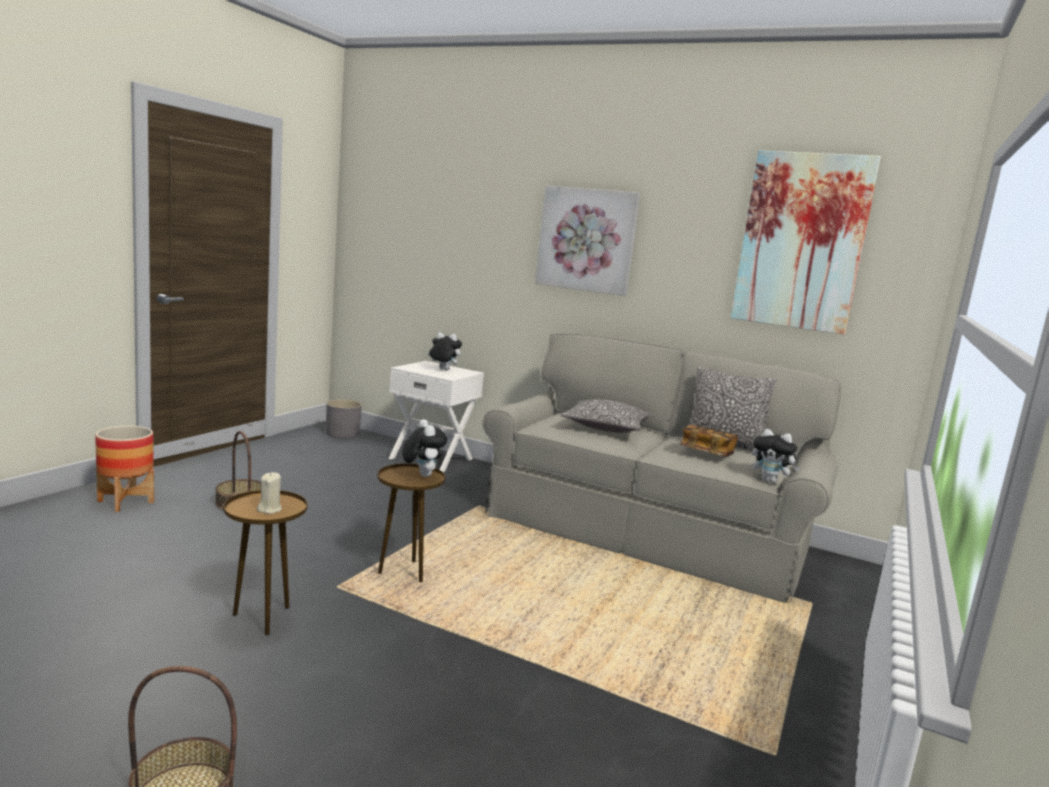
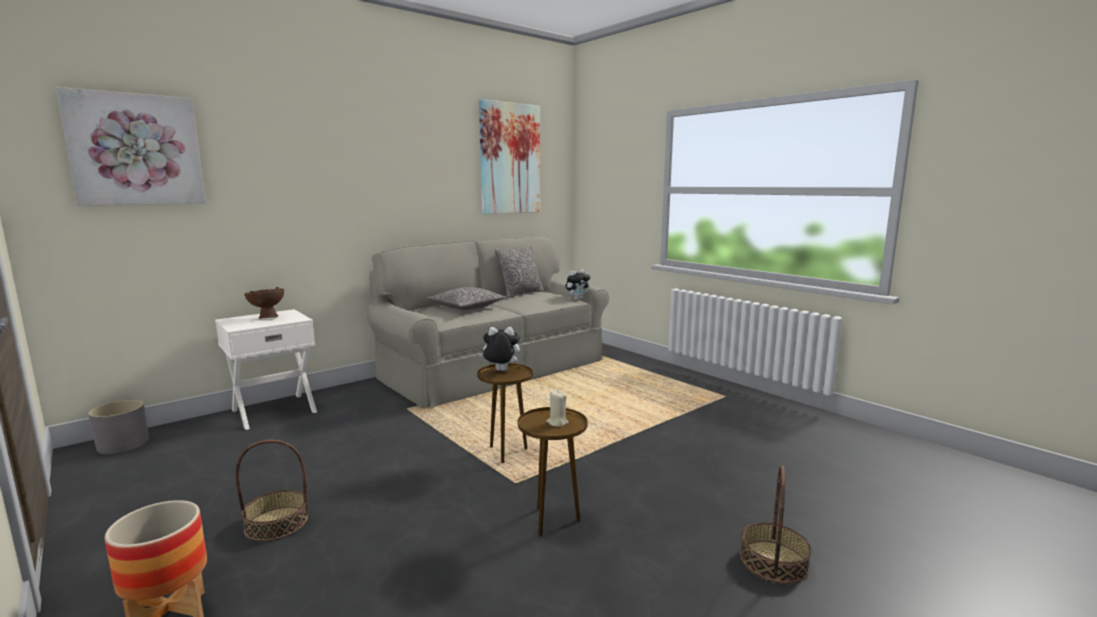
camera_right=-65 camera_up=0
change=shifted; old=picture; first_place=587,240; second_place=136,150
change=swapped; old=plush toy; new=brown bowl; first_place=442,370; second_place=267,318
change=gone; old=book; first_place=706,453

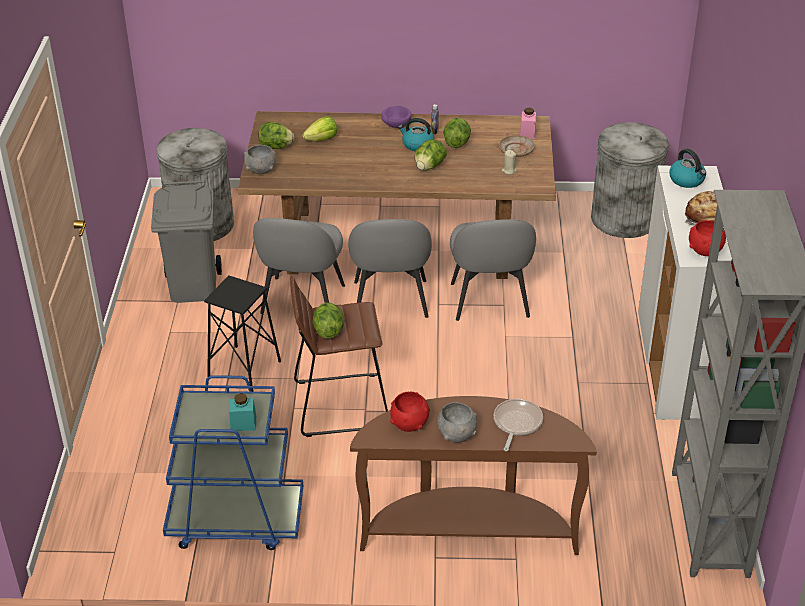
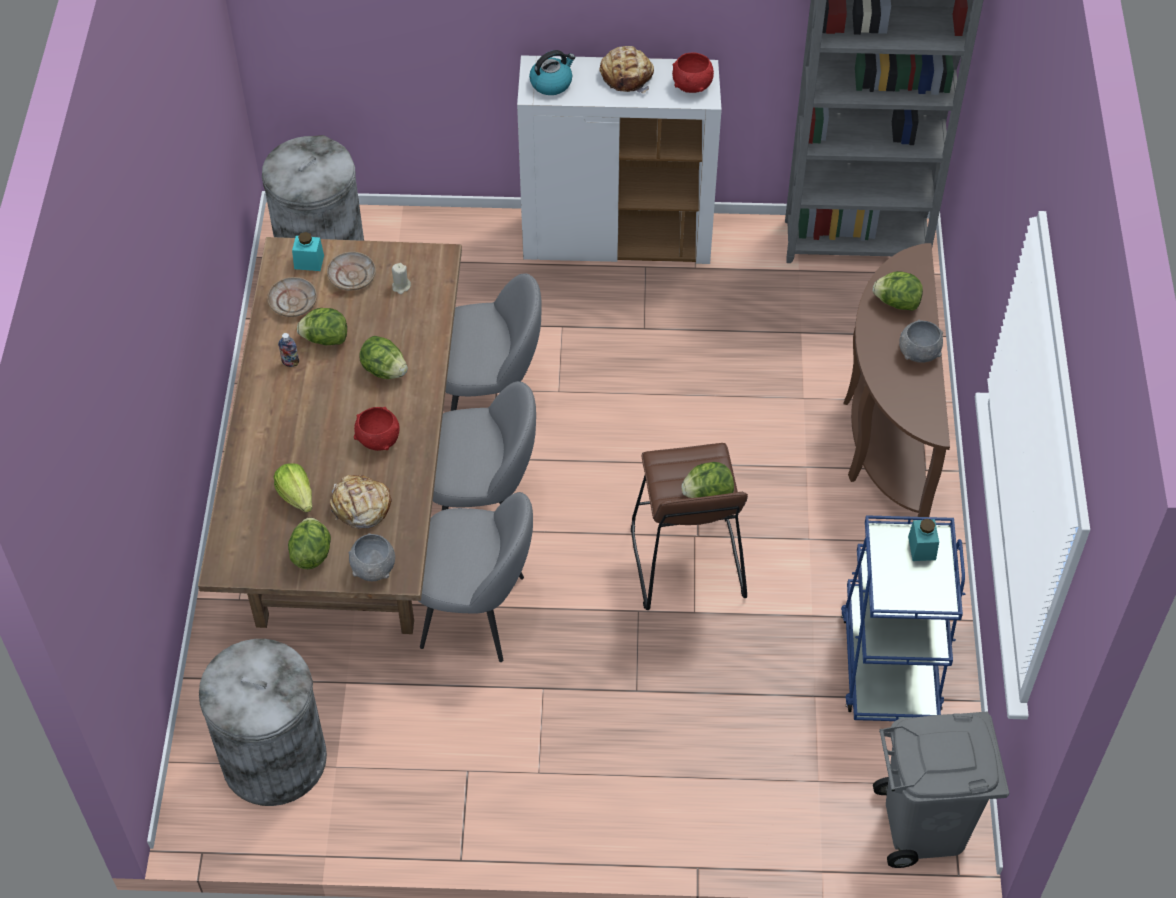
camera_right=-90 camera_up=15
change=new; new=beige plate; second_place=293,302
change=repainted; old=pink jar; new=turquoise jar; first_place=527,133; second_place=309,262
change=new; new=bread; second_place=360,507
change=shifted; old=red bowl; first_place=410,423; second_place=378,439
change=swapped; old=frying pan; new=lettuce; first_place=516,423; second_place=896,303
change=shifted; old=grey trash can; first_place=192,286; second_place=924,827
change=gone; old=black stool; first_place=244,369
change=gone; old=purple bowl; first_place=396,124
change=gone; old=kettle; first_place=417,145

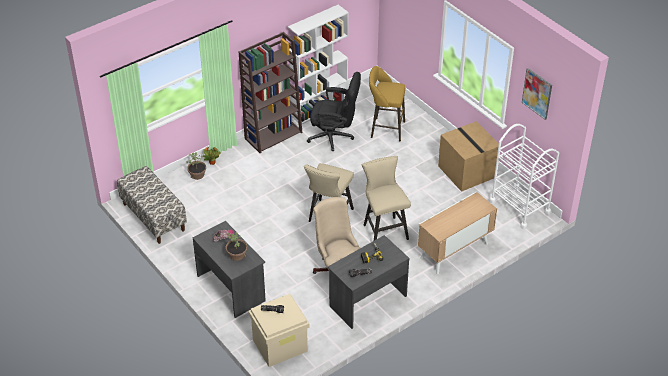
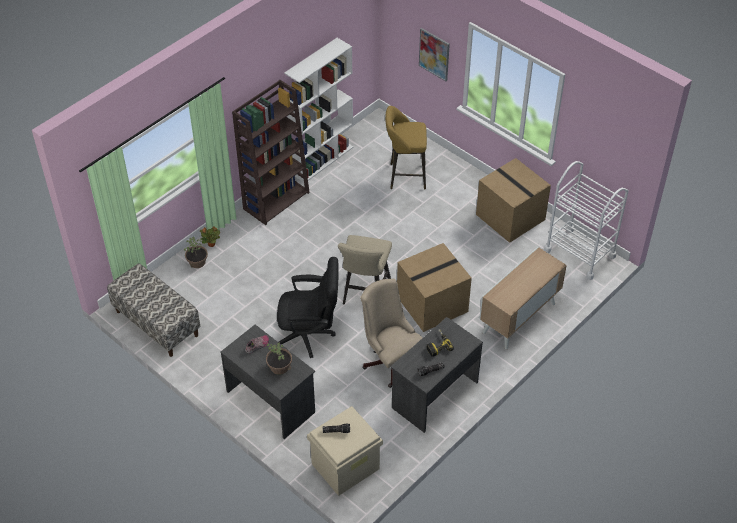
camera_right=-10 camera_up=5
change=shifted; old=black office chair; first_place=334,137; second_place=310,335
change=swapped; old=beige stool; new=cardboard box; first_place=384,230; second_place=432,303
change=shifted; old=picture; first_place=537,93; second_place=434,54

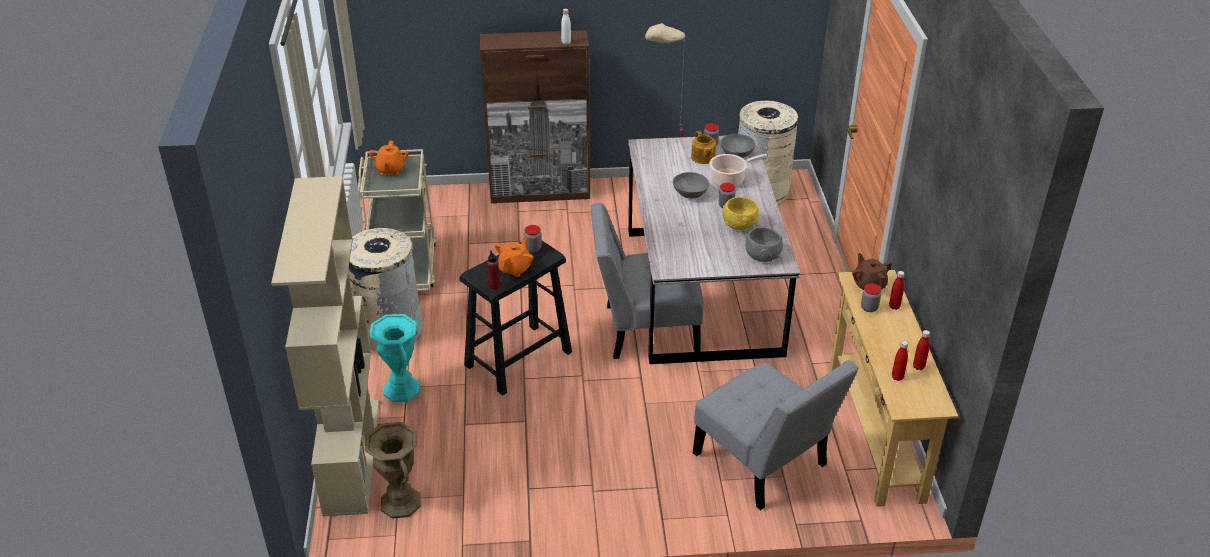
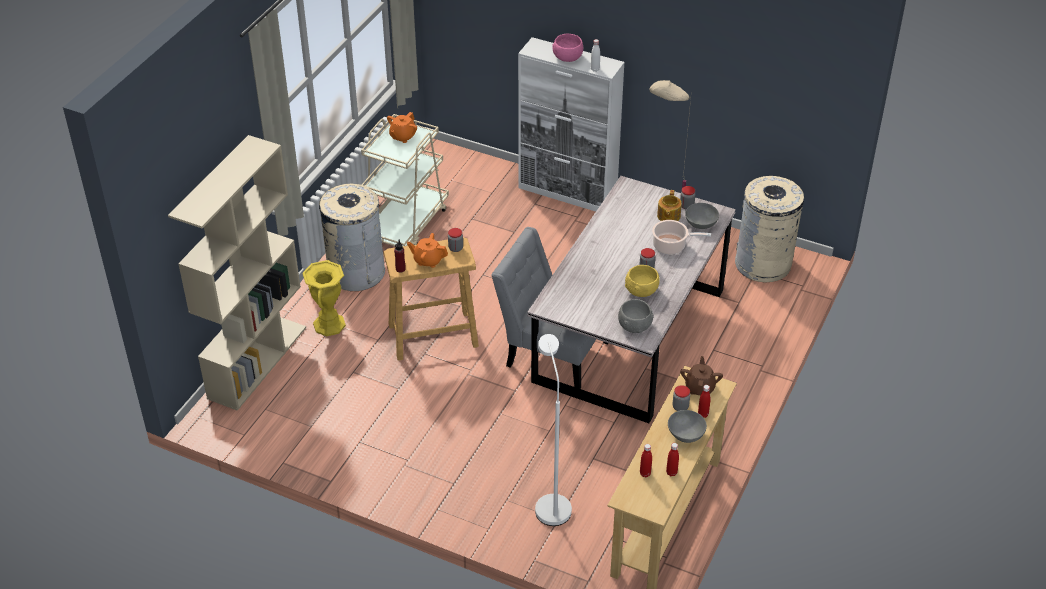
camera_right=30 camera_up=5
change=repainted; old=turquoise vase; new=yellow vase; first_place=402,389; second_place=329,324
change=repainted; old=black stool; new=beige stool; first_place=517,359; second_place=432,335
change=rotated; old=orange teapot; first_place=515,269; second_place=428,260; degrees=-135
change=repainted; old=brown cabinet; new=white cabinet; first_place=540,192; second_place=568,192
change=swapped; old=grey chair; new=white floor lamp; first_place=764,464; second_place=551,503
change=new; new=pink bowl; second_place=567,57
change=shifted; old=grey bowl; first_place=690,194; second_place=686,435
change=gone; old=brown vase; first_place=400,502

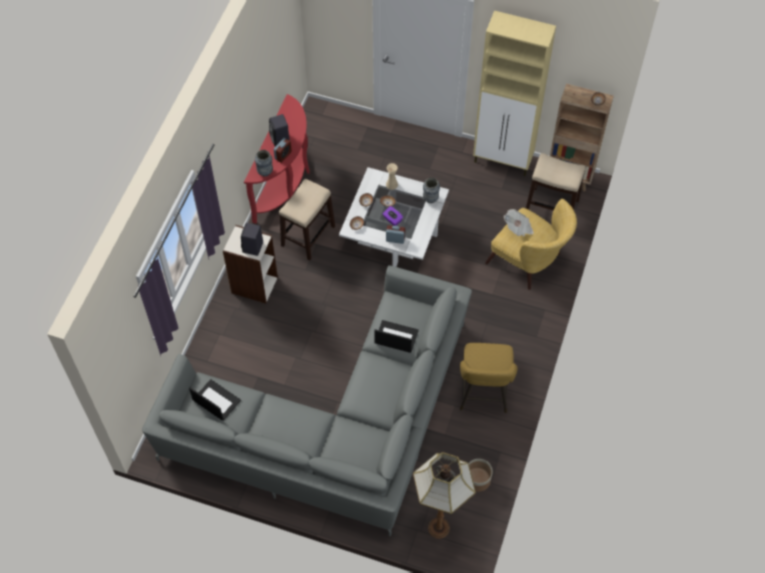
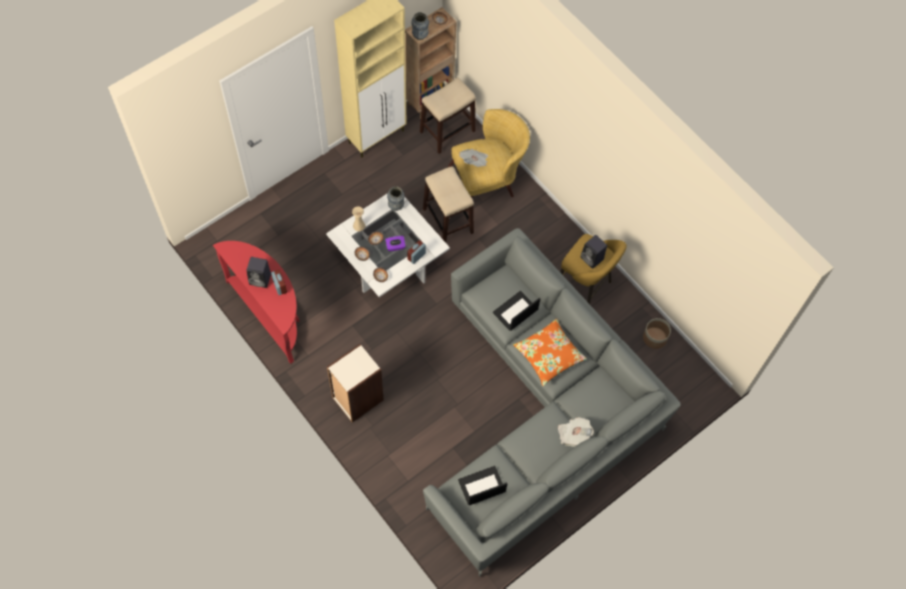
camera_right=-60 camera_up=5
change=shifted; old=vase; first_place=265,172; second_place=420,36
change=shifted; old=stool; first_place=308,235; second_place=447,220
change=new; new=orange pillow; second_place=549,355
change=new; new=newspaper; second_place=573,434
change=shifted; old=black speaker; first_place=253,248; second_place=592,259
change=gone; old=floor lamp; first_place=438,529

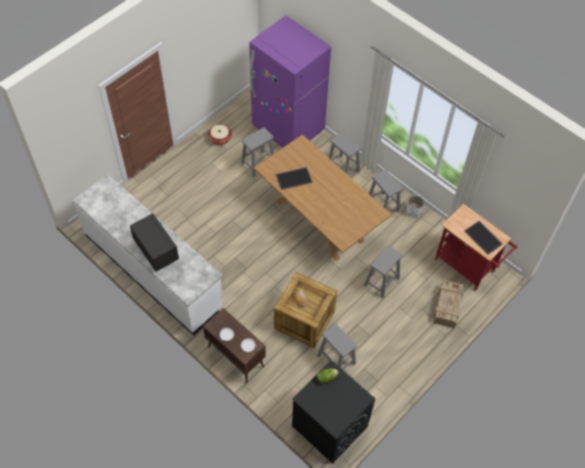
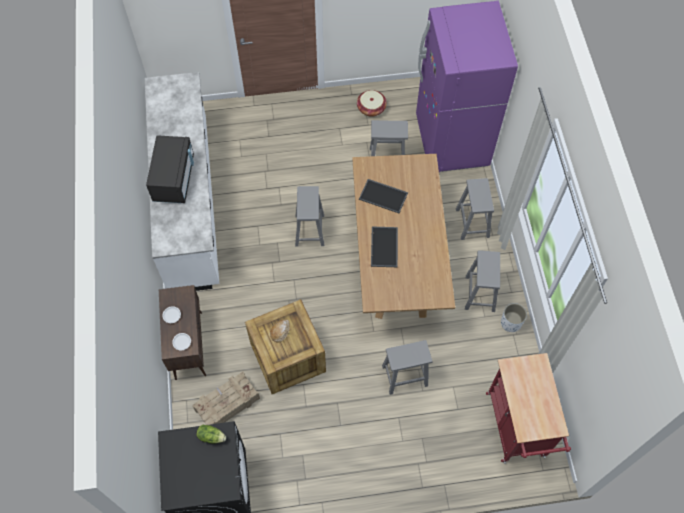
camera_right=40 camera_up=5
change=shifted; old=crate; first_place=447,307; second_place=226,404
change=shifted; old=grey stool; first_place=335,359; second_place=309,229
change=shifted; old=tray; first_place=483,237; second_place=385,247

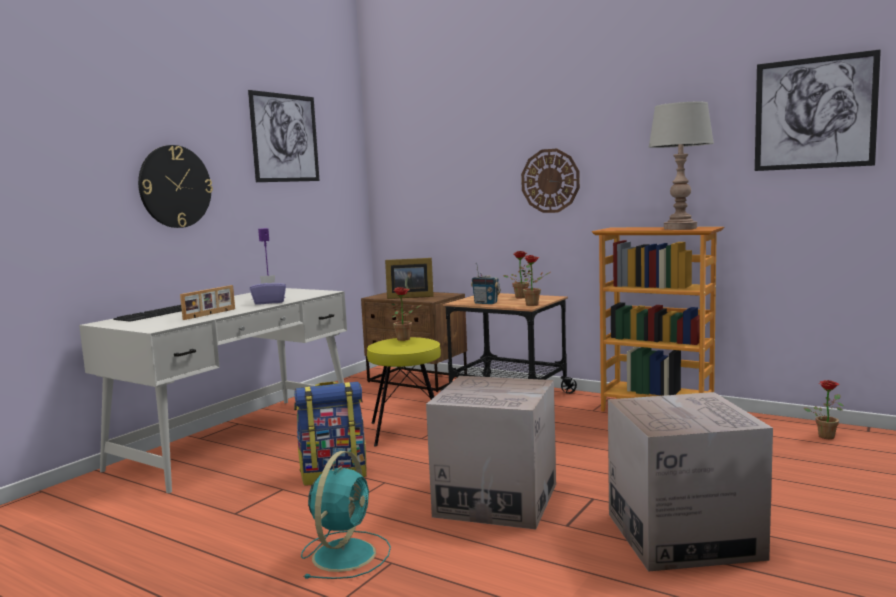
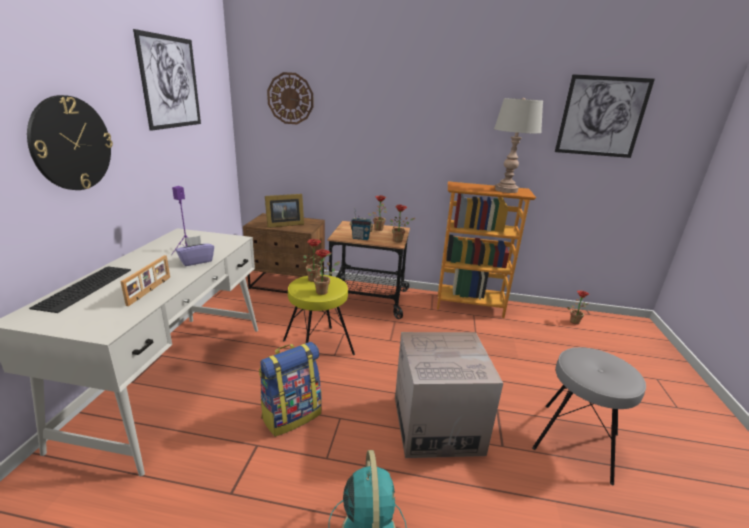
camera_right=-25 camera_up=15
change=shifted; old=wall clock; first_place=550,181; second_place=290,98
change=new; new=potted plant; second_place=323,291
change=swapped; old=cardboard box; new=grey stool; first_place=683,536; second_place=576,441

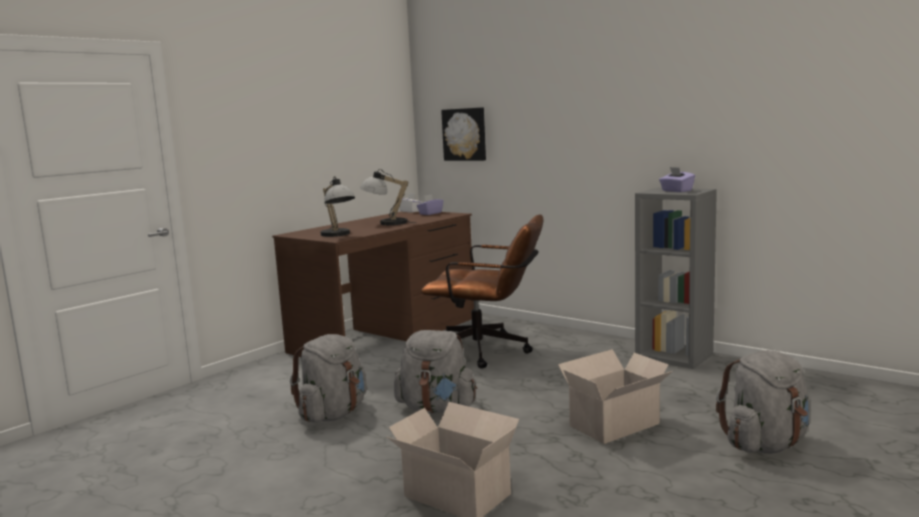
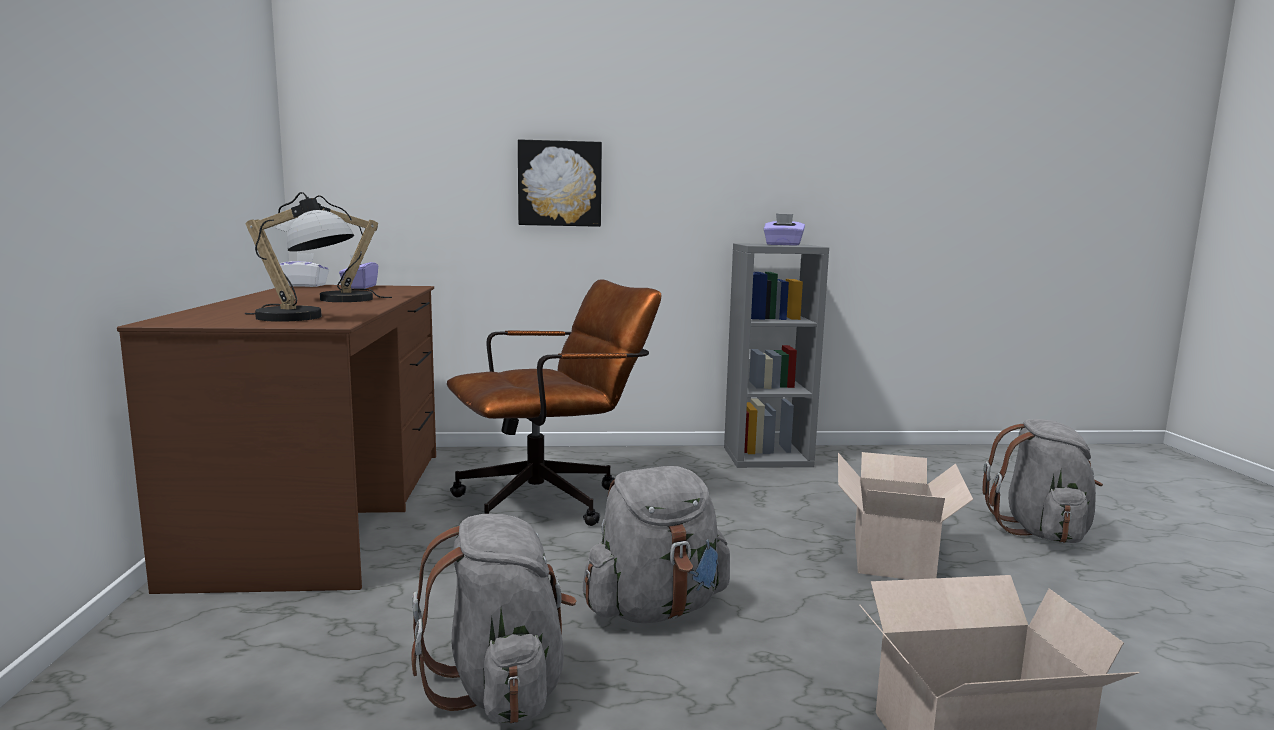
camera_right=-45 camera_up=0
change=shifted; old=picture; first_place=465,134; second_place=560,184

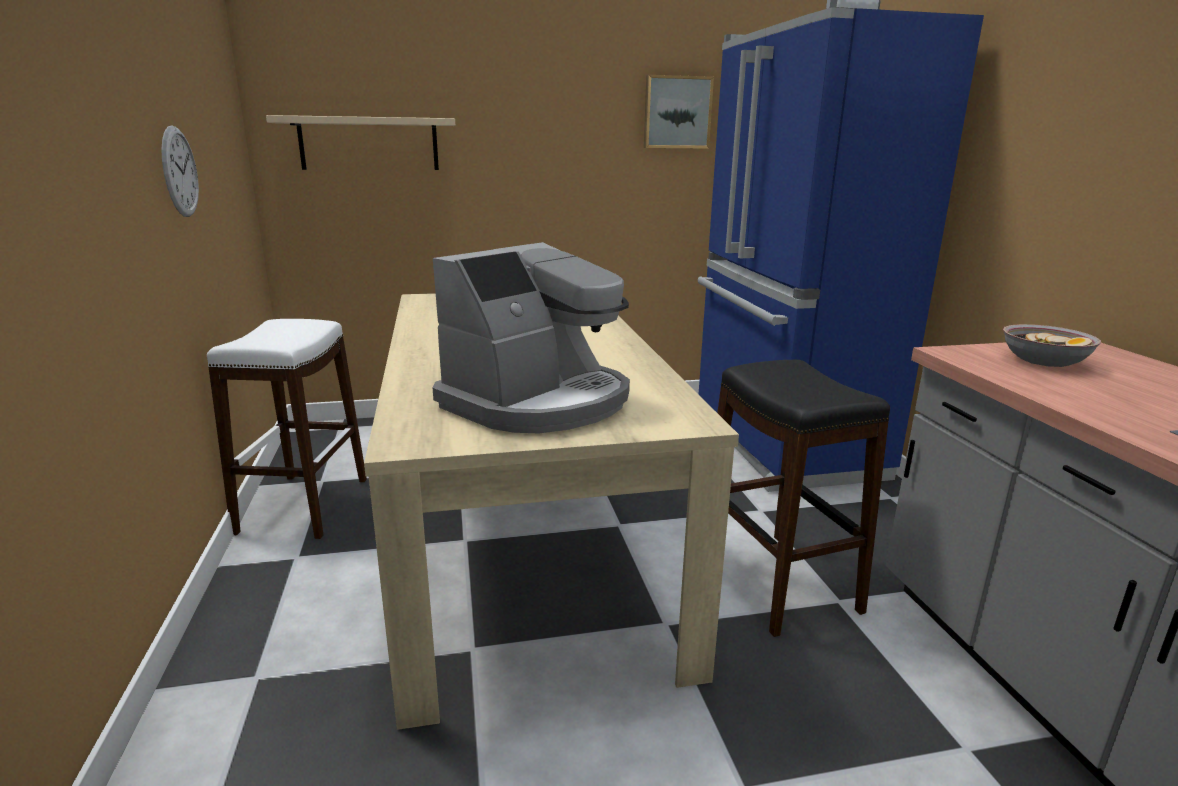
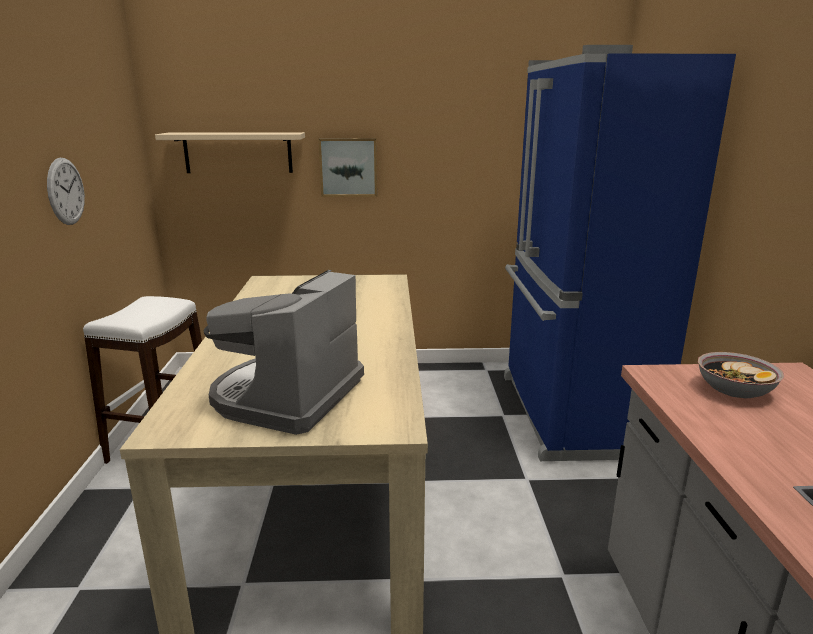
camera_right=10 camera_up=0
change=rotated; old=coffee machine; first_place=539,401; second_place=287,396; degrees=150
change=shifted; old=picture; first_place=677,112; second_place=348,167
change=gone; old=black stool; first_place=777,581

